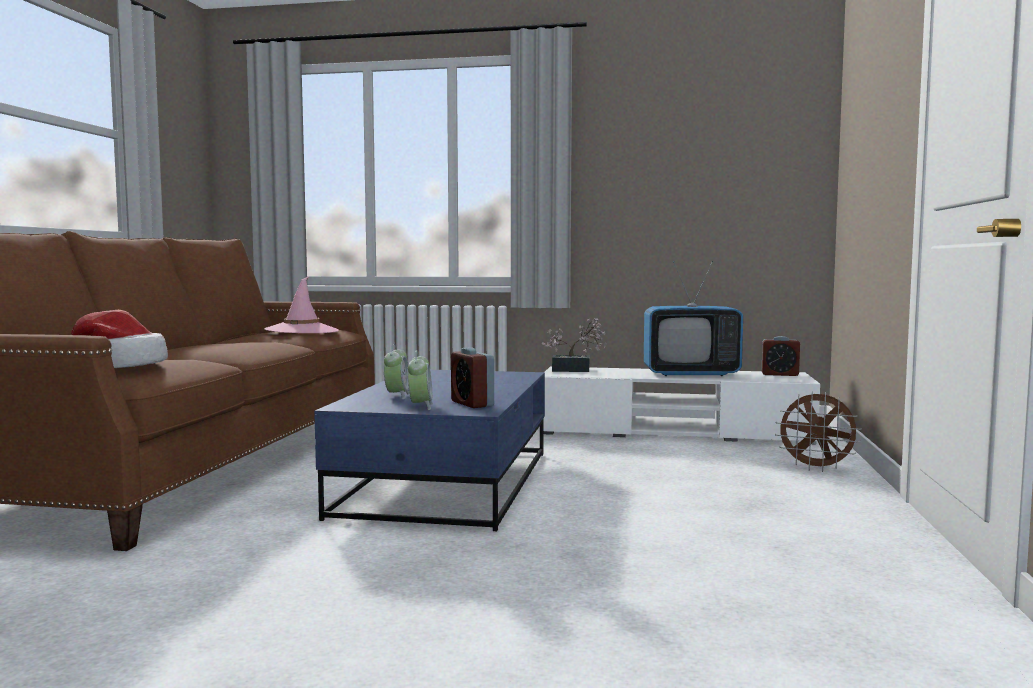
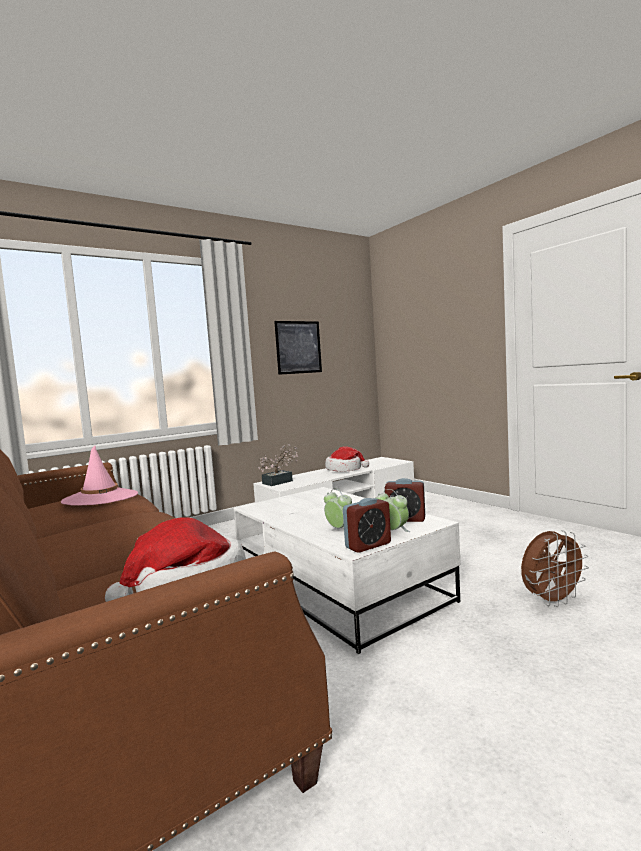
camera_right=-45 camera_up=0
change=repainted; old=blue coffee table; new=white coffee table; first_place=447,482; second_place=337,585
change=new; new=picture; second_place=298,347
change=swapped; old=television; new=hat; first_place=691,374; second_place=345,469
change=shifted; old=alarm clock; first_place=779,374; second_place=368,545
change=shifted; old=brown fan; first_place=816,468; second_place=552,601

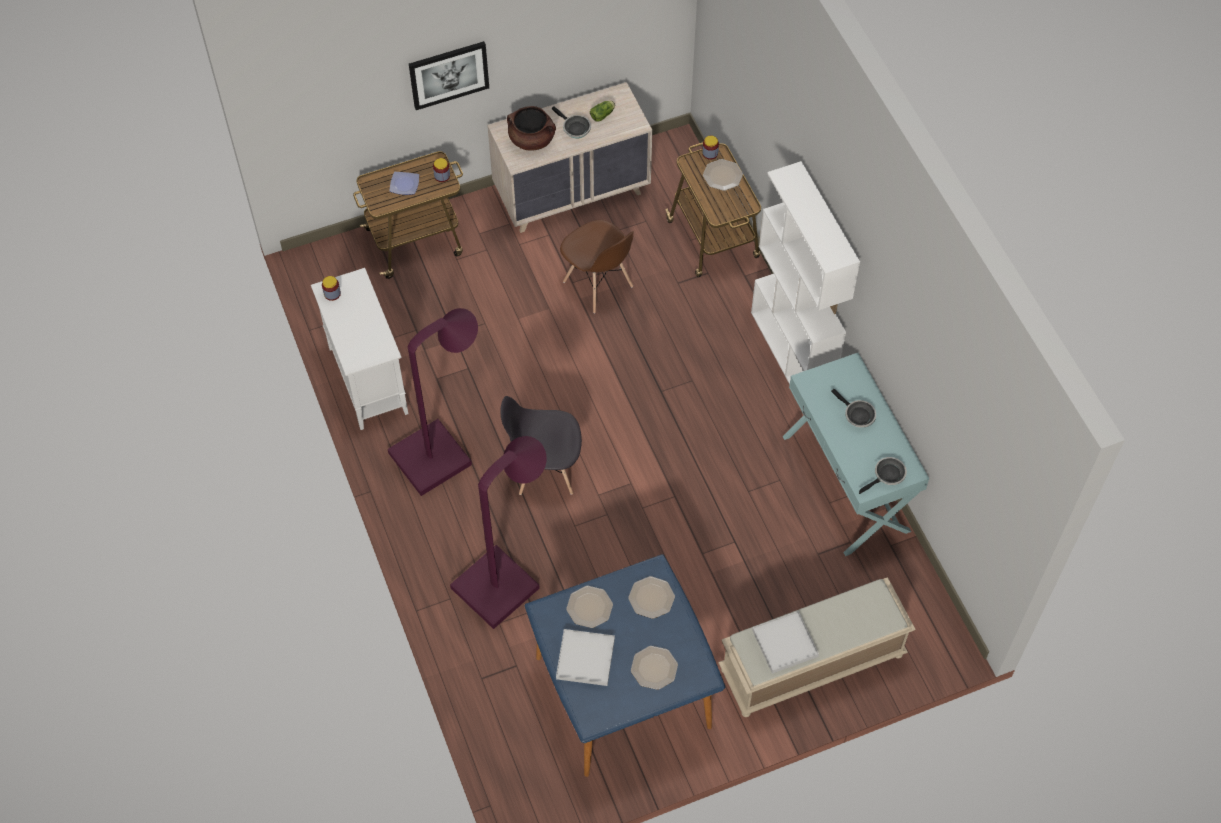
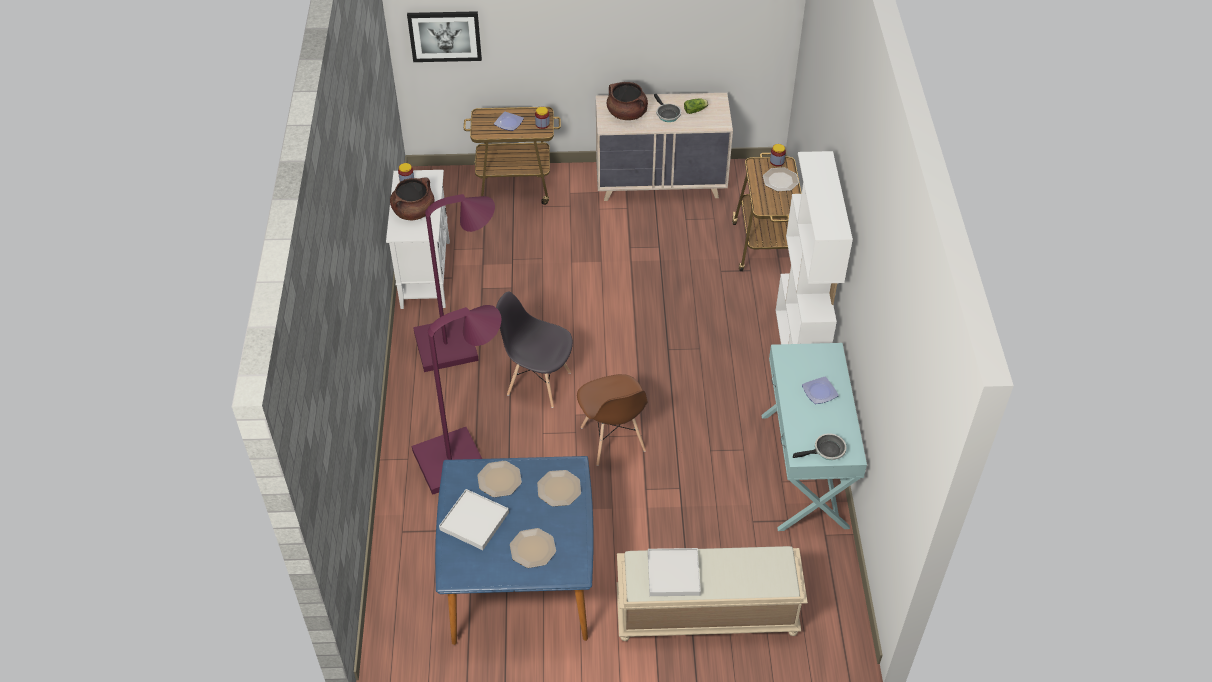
camera_right=20 camera_up=-10
change=new; new=brown cooking pot; second_place=414,212
change=shifted; old=picture; first_place=449,74; second_place=445,36
change=shifted; old=brown chair; first_place=598,285; second_place=613,440
change=swapped; old=frying pan; new=plate; first_place=857,415; second_place=819,393

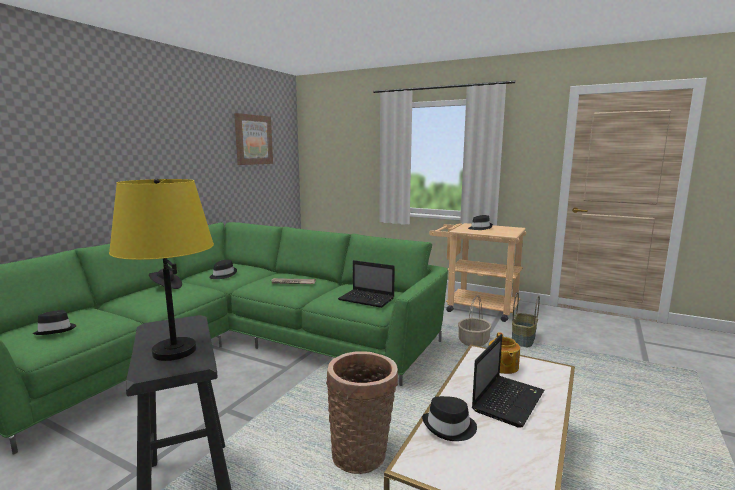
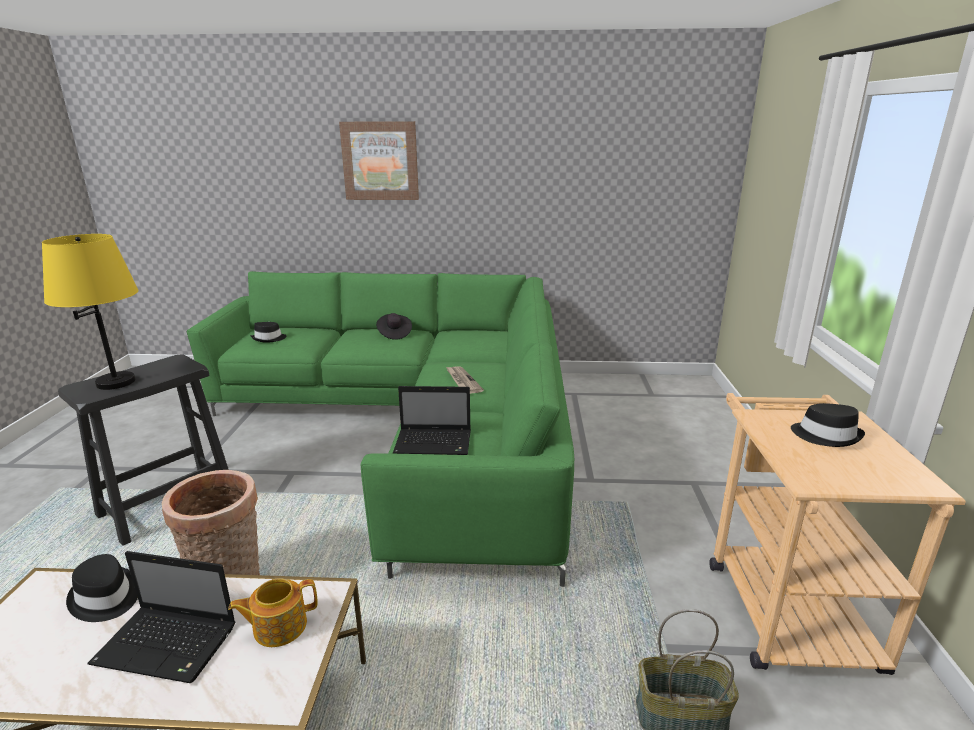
camera_right=65 camera_up=10
change=shifted; old=picture; first_place=253,139; second_place=380,161
change=rotated; old=laptop; first_place=367,299; second_place=435,443; degrees=-90
change=gone; old=black hat; first_place=223,275
change=gone; old=basket; first_place=473,341

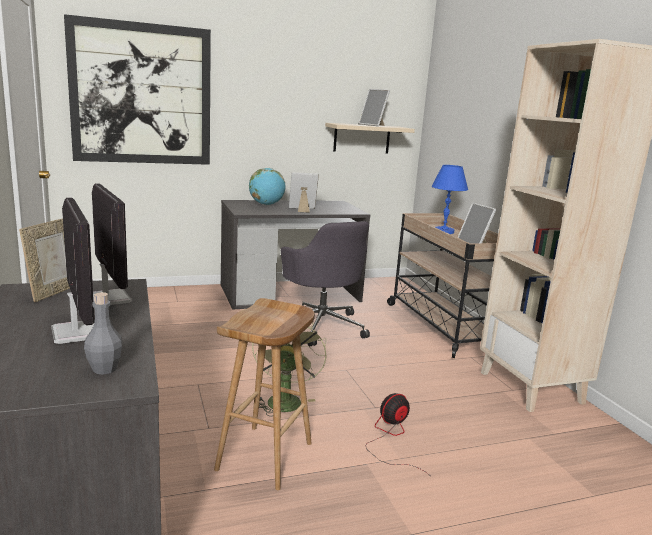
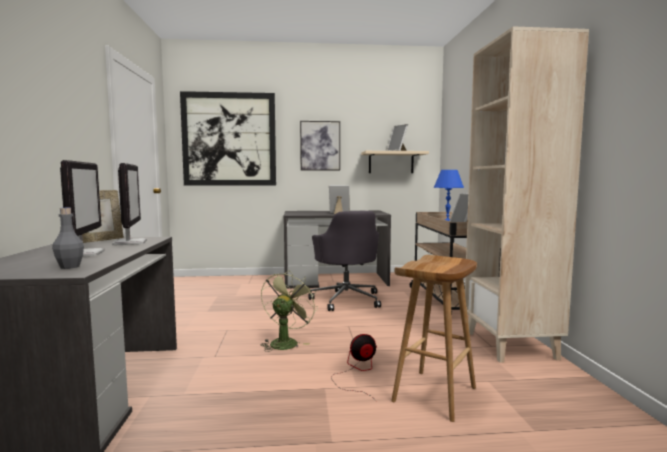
camera_right=15 camera_up=-10
change=new; new=picture; second_place=320,146
change=shifted; old=brown stool; first_place=265,457; second_place=435,395
change=gone; old=globe; first_place=266,204

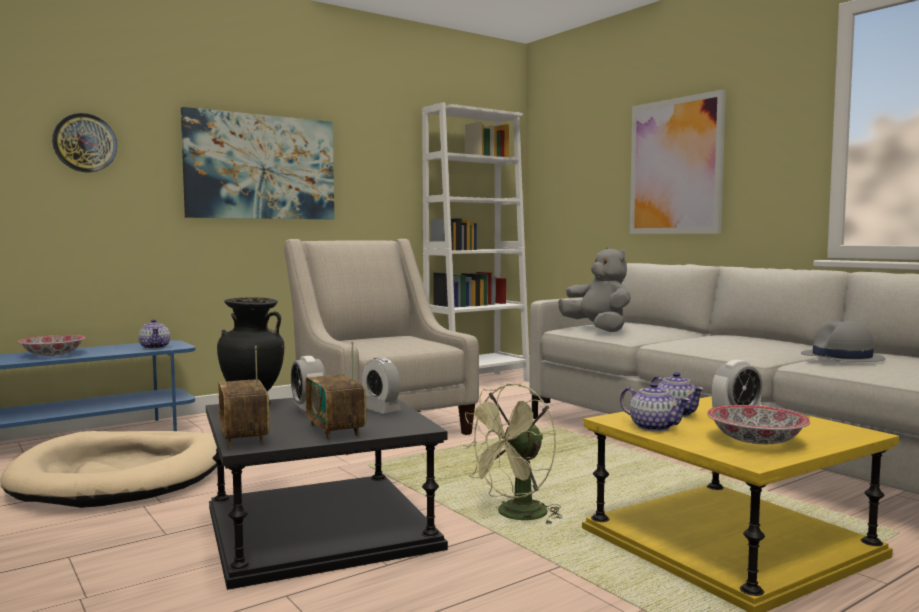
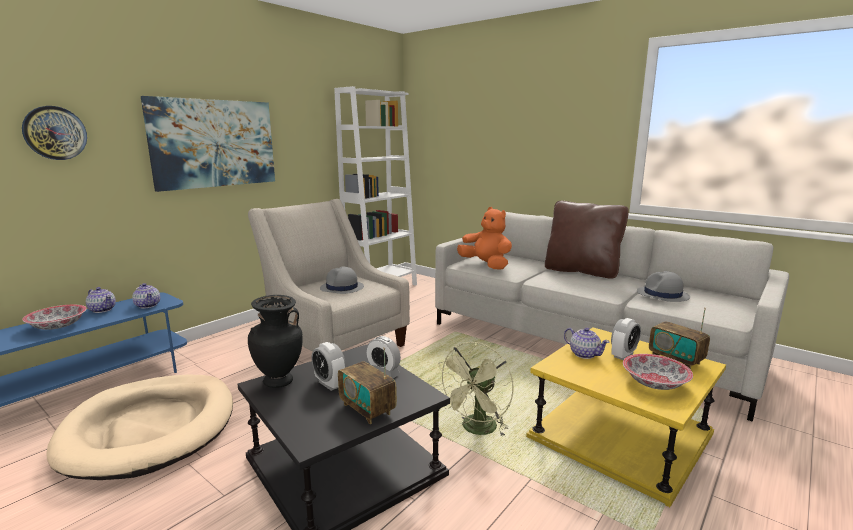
camera_right=-15 camera_up=10
change=shifted; old=teapot; first_place=653,427; second_place=102,309
change=new; new=grey hat; second_place=342,288
change=repainted; old=grey plush toy; new=orange plush toy; first_place=598,329; second_place=486,265
change=new; new=brown pillow; second_place=581,271
change=shifted; old=radio; first_place=244,438; second_place=675,359
change=gone; old=picture; first_place=675,166

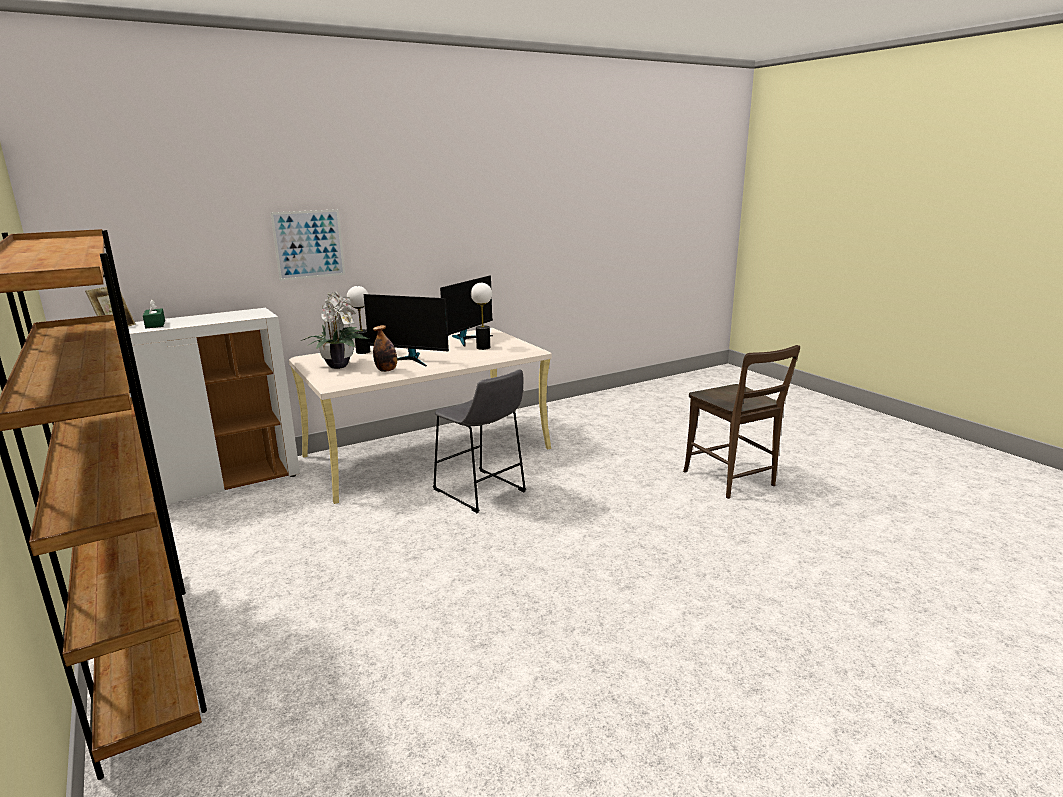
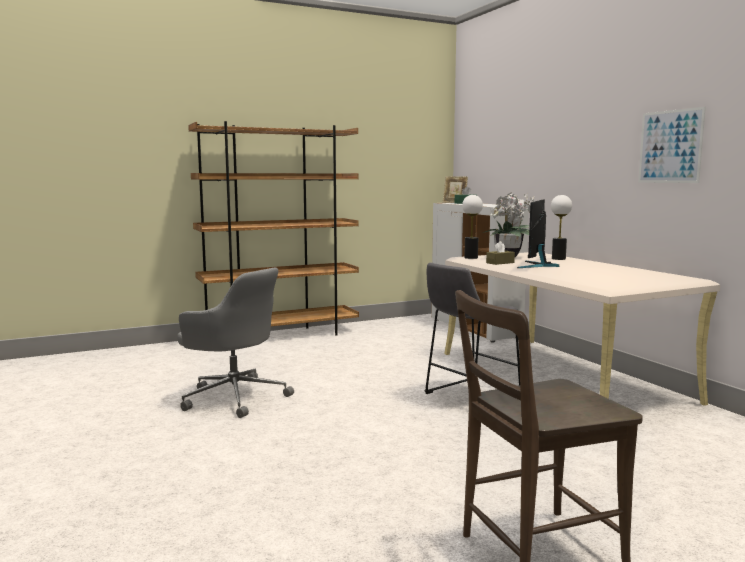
camera_right=95 camera_up=-10
change=new; new=grey office chair; second_place=234,397
change=shifted; old=table lamp; first_place=483,347; second_place=471,258
change=swapped; old=bottle; new=brown tissue box; first_place=386,370; second_place=500,263
change=shifted; old=picture; first_place=309,244; second_place=670,146
change=gone; old=monitor; first_place=467,339

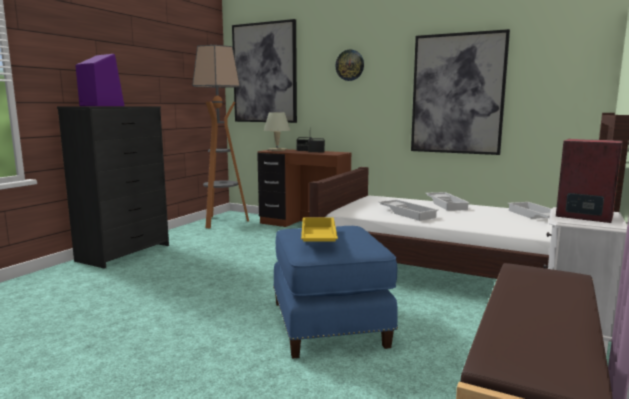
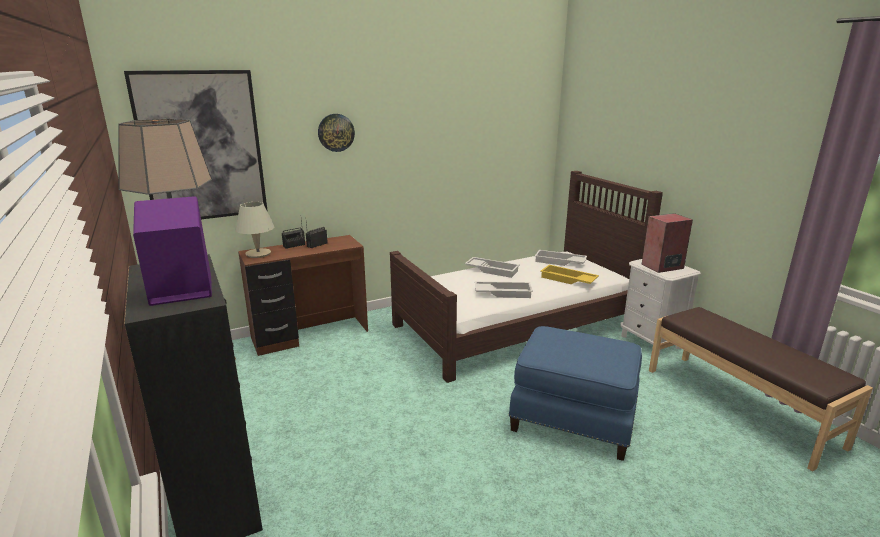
camera_right=-55 camera_up=10
change=shifted; old=yellow tray; first_place=317,237; second_place=567,279
change=gone; old=picture; first_place=457,94

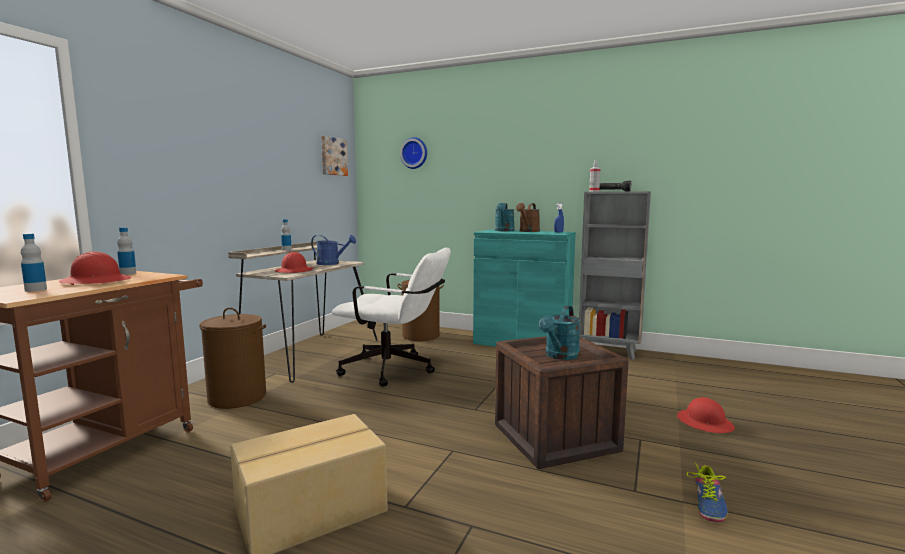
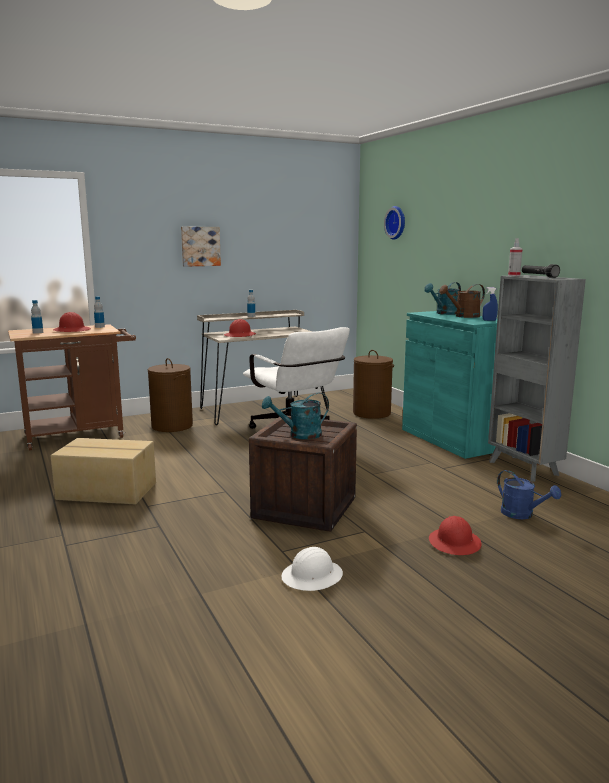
camera_right=40 camera_up=5
change=shifted; old=picture; first_place=333,156; second_place=200,246
change=swapped; old=shoe; new=white hard hat; first_place=709,503; second_place=312,577
change=shifted; old=blue watering can; first_place=332,263; second_place=522,515

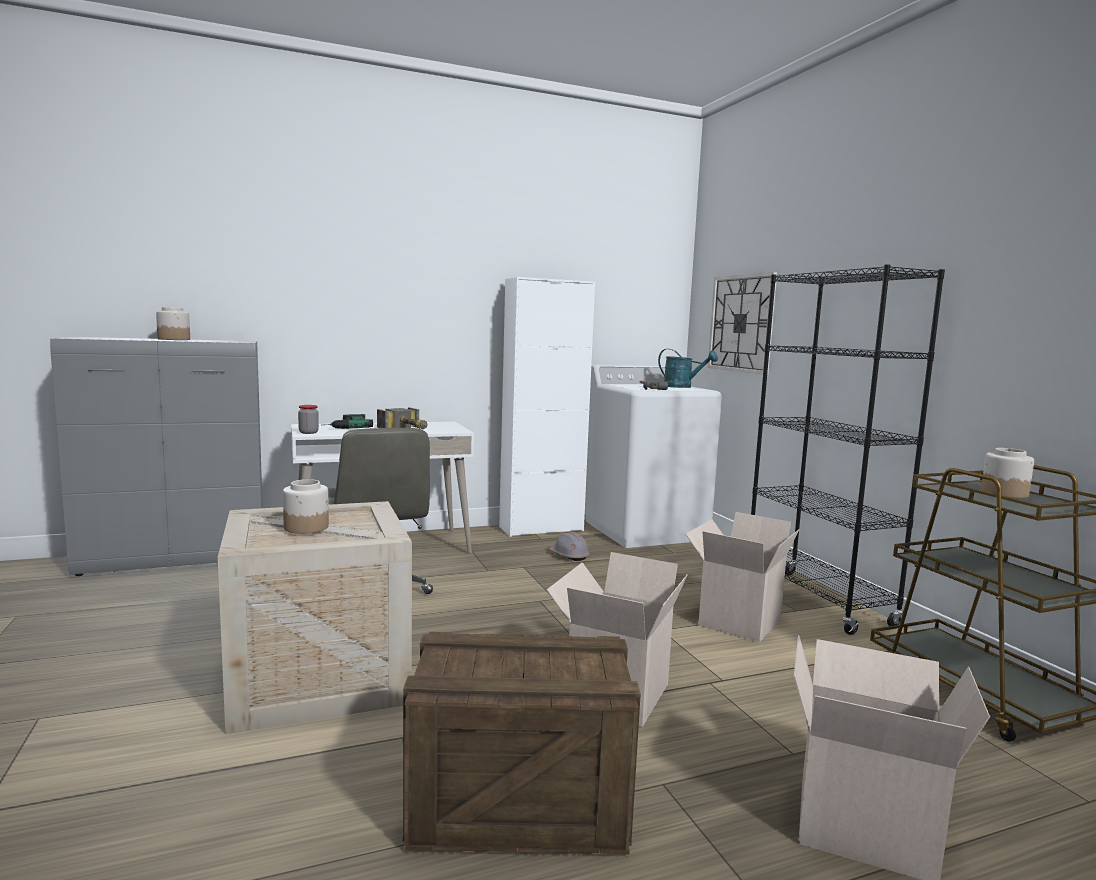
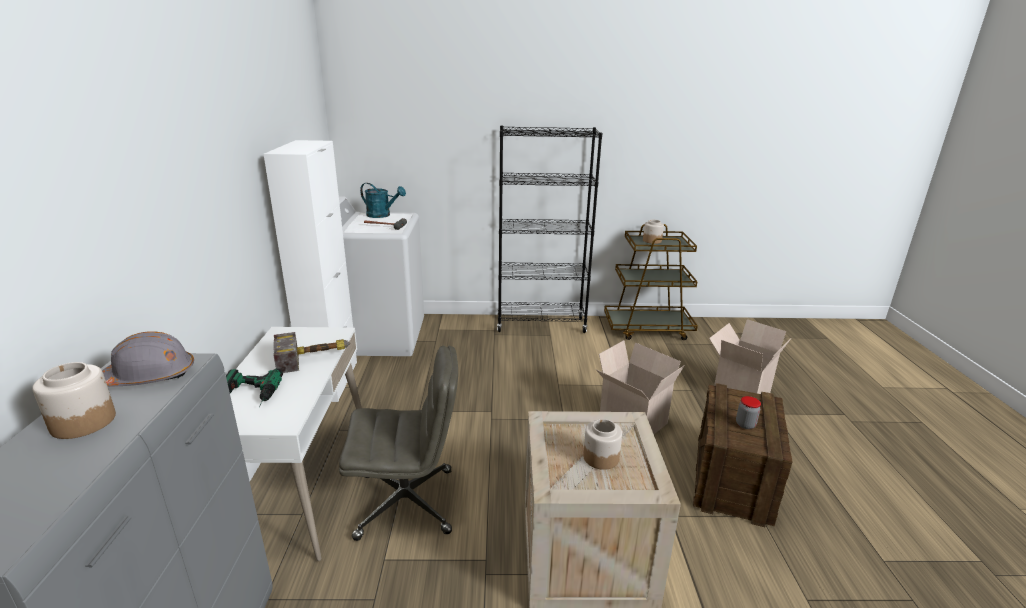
camera_right=-70 camera_up=15
change=shifted; old=grey hard hat; first_place=569,556; second_place=151,376
change=rotated; old=turquoise watering can; first_place=682,387; second_place=382,215; degrees=60
change=shifted; old=jar; first_place=308,432; second_place=745,424
change=gone; old=cardboard box; first_place=737,620
change=gone; old=wall clock; first_place=741,323

